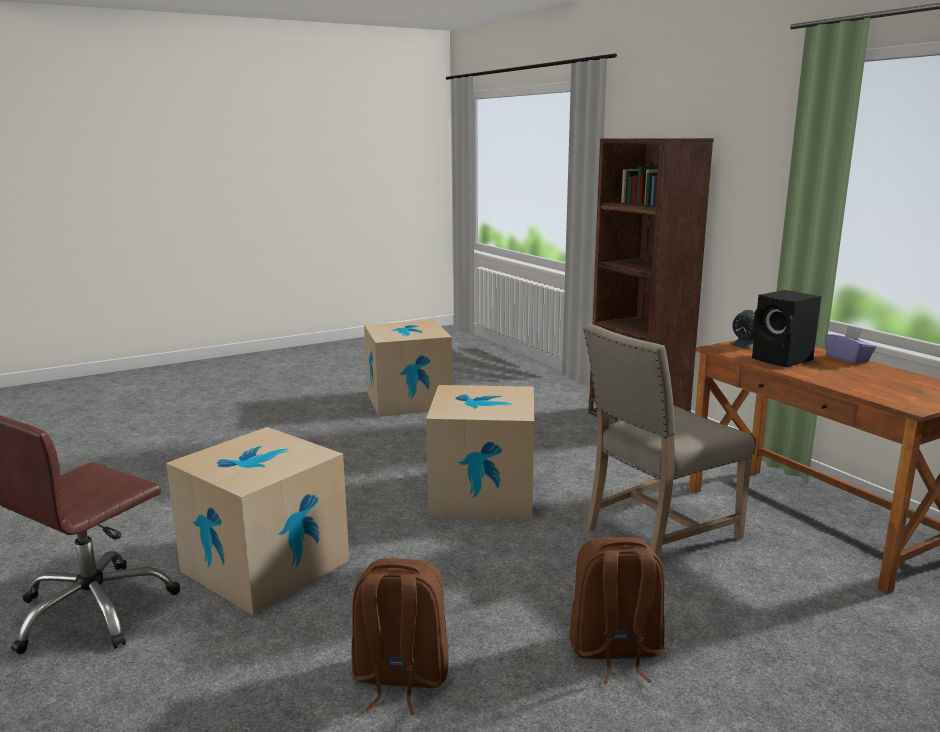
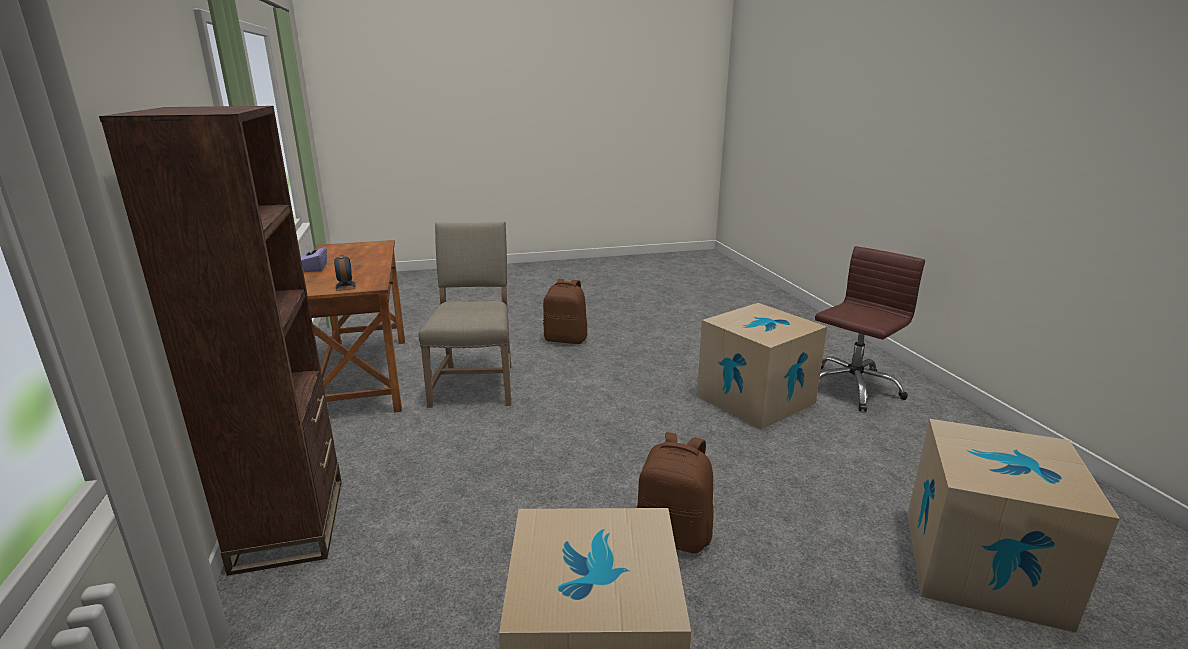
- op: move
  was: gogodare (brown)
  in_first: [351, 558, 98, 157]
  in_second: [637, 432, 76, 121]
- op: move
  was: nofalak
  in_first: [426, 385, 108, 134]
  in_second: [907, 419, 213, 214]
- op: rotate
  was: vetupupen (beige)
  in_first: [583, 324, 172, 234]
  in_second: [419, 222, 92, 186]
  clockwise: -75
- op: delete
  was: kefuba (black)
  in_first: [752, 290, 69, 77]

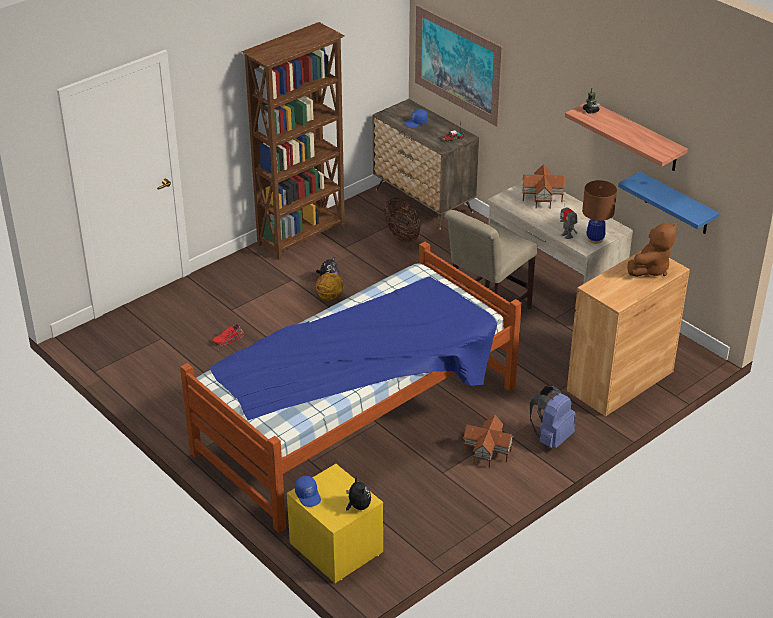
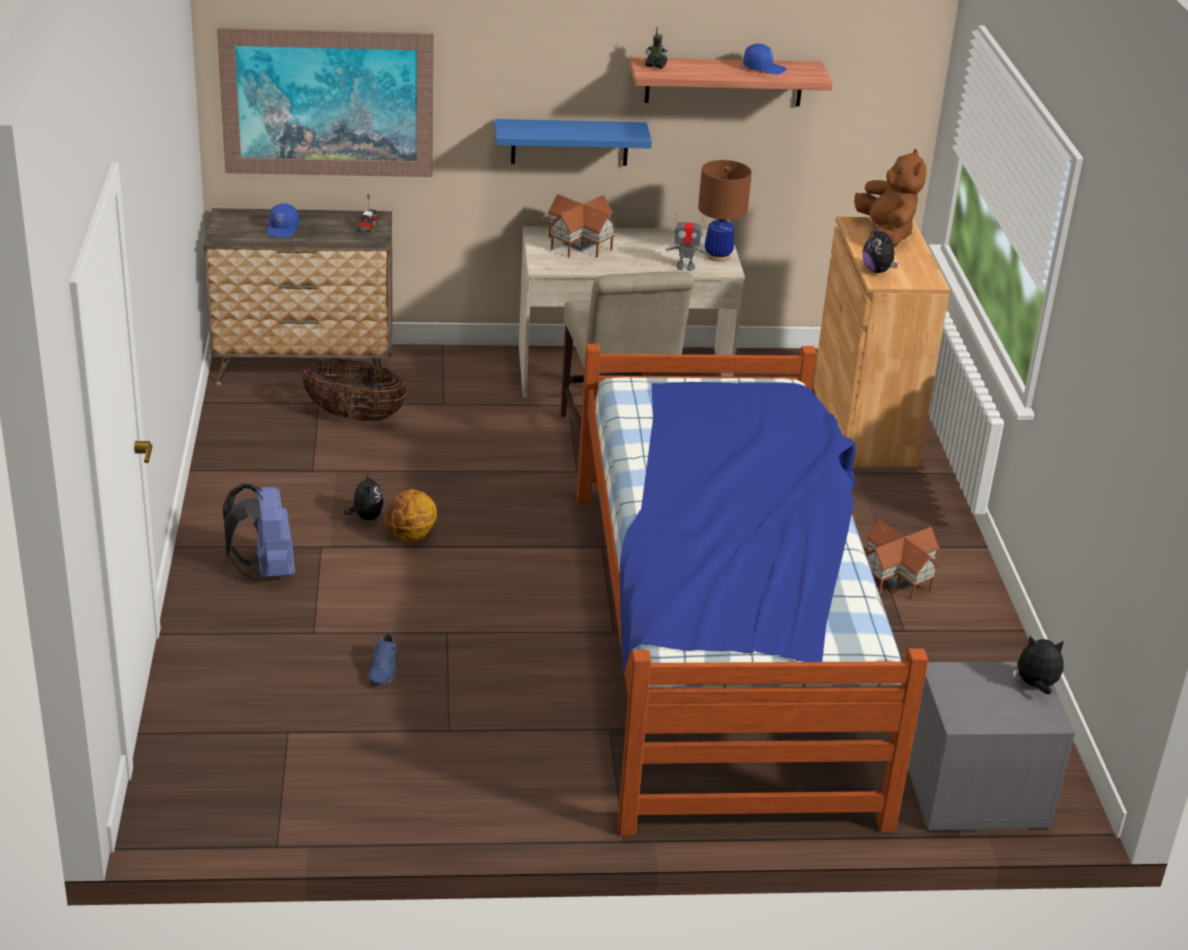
- op: recolor
  was: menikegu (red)
  now: menikegu (blue)
  in_first: [212, 324, 32, 22]
  in_second: [368, 634, 31, 51]
- op: delete
  was: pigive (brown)
  in_first: [242, 22, 103, 238]
- op: recolor
  was: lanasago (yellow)
  now: lanasago (grey)
  in_first: [287, 464, 96, 119]
  in_second: [908, 662, 167, 168]
- op: move
  was: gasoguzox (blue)
  in_first: [295, 476, 26, 31]
  in_second: [743, 44, 44, 31]
- op: move
  was: gogodare (blue)
  in_first: [530, 386, 45, 63]
  in_second: [223, 483, 72, 95]
- op: move
  was: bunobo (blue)
  in_first: [618, 172, 101, 62]
  in_second: [495, 119, 157, 47]
- op: insert
  now: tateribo
  in_second: [863, 225, 35, 48]

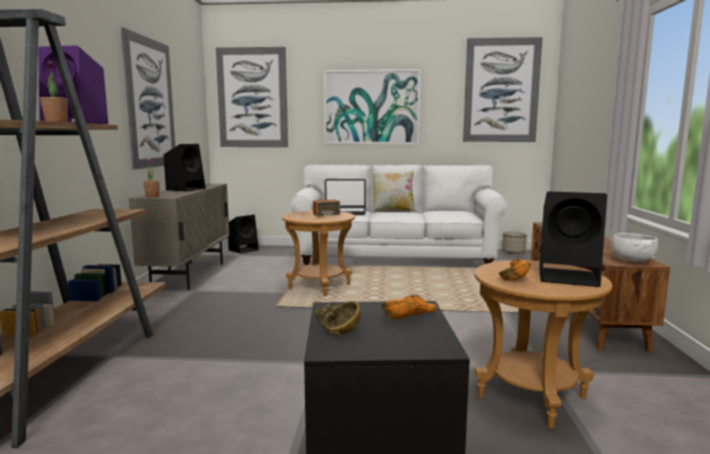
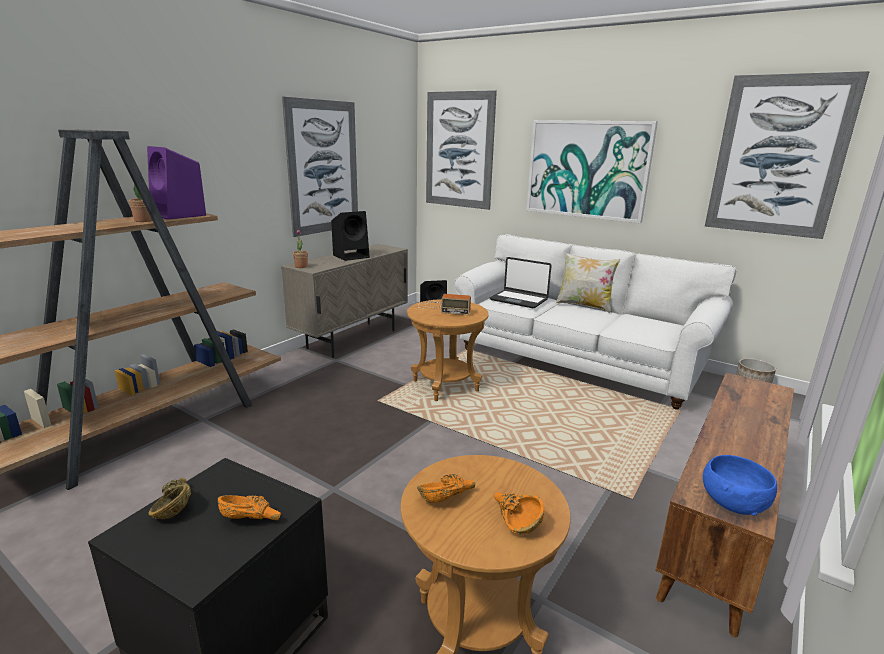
- op: replace
  was: kefuba (black)
  now: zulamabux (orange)
  in_first: [539, 191, 68, 96]
  in_second: [494, 492, 50, 43]
- op: recolor
  was: zulamabux (white)
  now: zulamabux (blue)
  in_first: [611, 233, 47, 29]
  in_second: [703, 455, 74, 61]

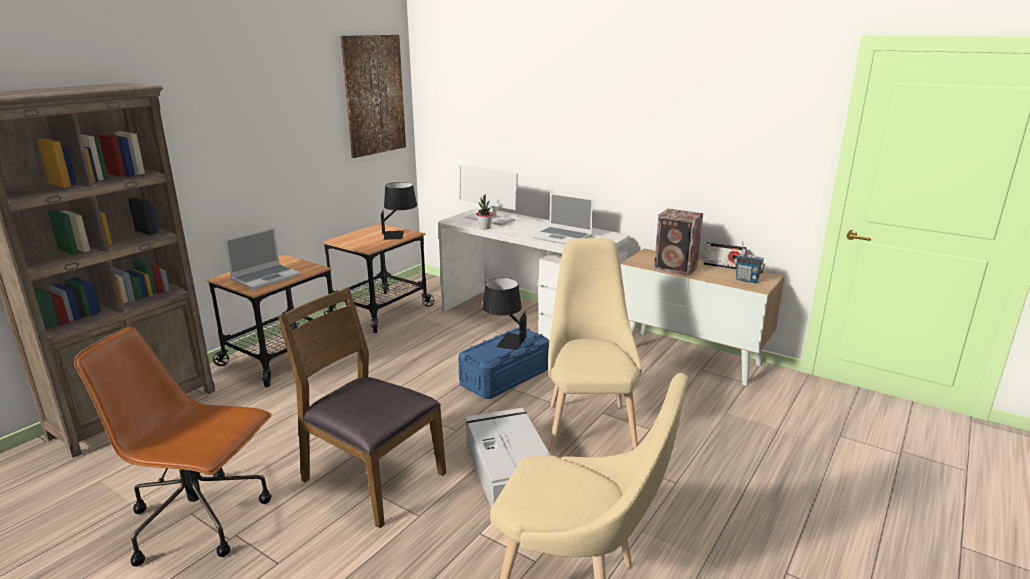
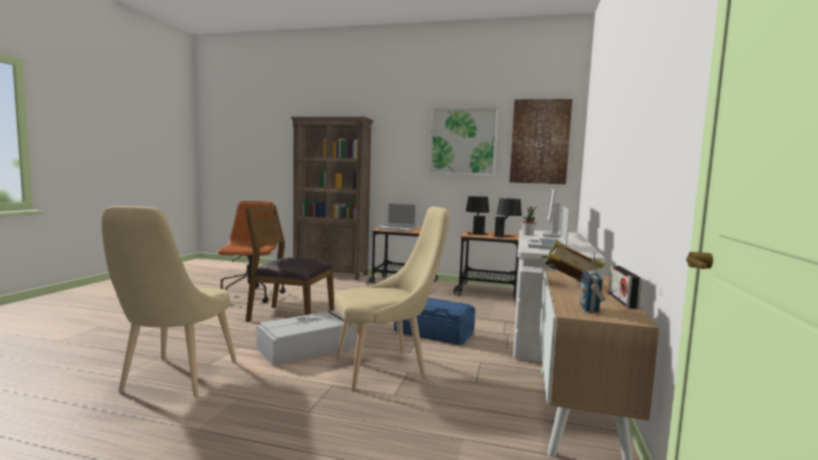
- op: rotate
  was: vetupupen (brown)
  in_first: [278, 287, 168, 241]
  in_second: [245, 205, 89, 117]
  clockwise: -90
- op: move
  was: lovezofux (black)
  in_first: [482, 278, 45, 72]
  in_second: [466, 196, 23, 39]
- op: replace
  was: kefuba
  now: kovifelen
  in_first: [654, 208, 49, 68]
  in_second: [541, 241, 64, 41]
- op: insert
  now: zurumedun
  in_second: [429, 107, 70, 70]

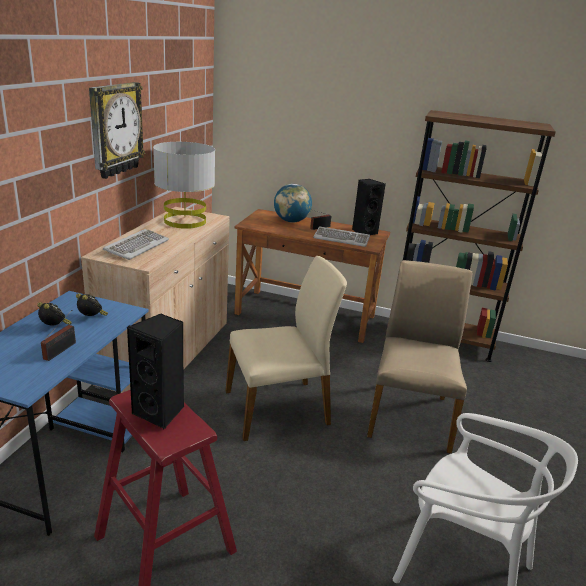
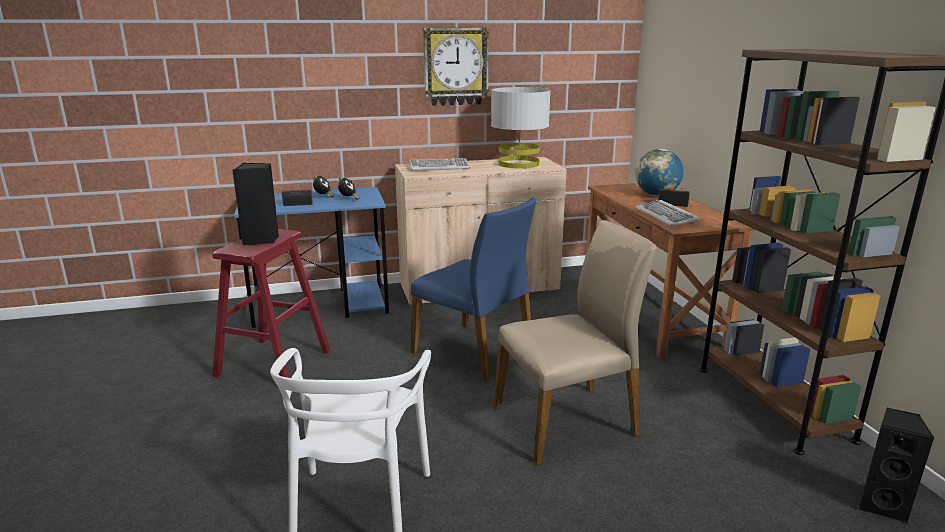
- op: recolor
  was: vetupupen (beige)
  now: vetupupen (blue)
  in_first: [225, 256, 122, 185]
  in_second: [411, 197, 125, 185]
- op: move
  was: kefuba (black)
  in_first: [352, 179, 34, 56]
  in_second: [858, 408, 77, 116]

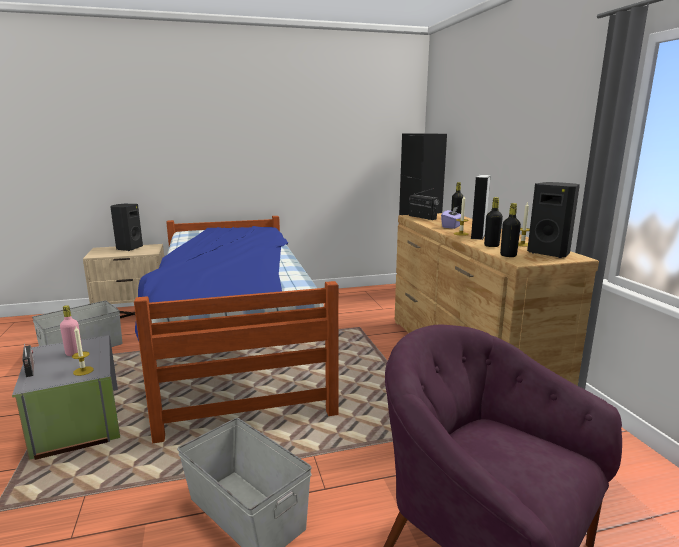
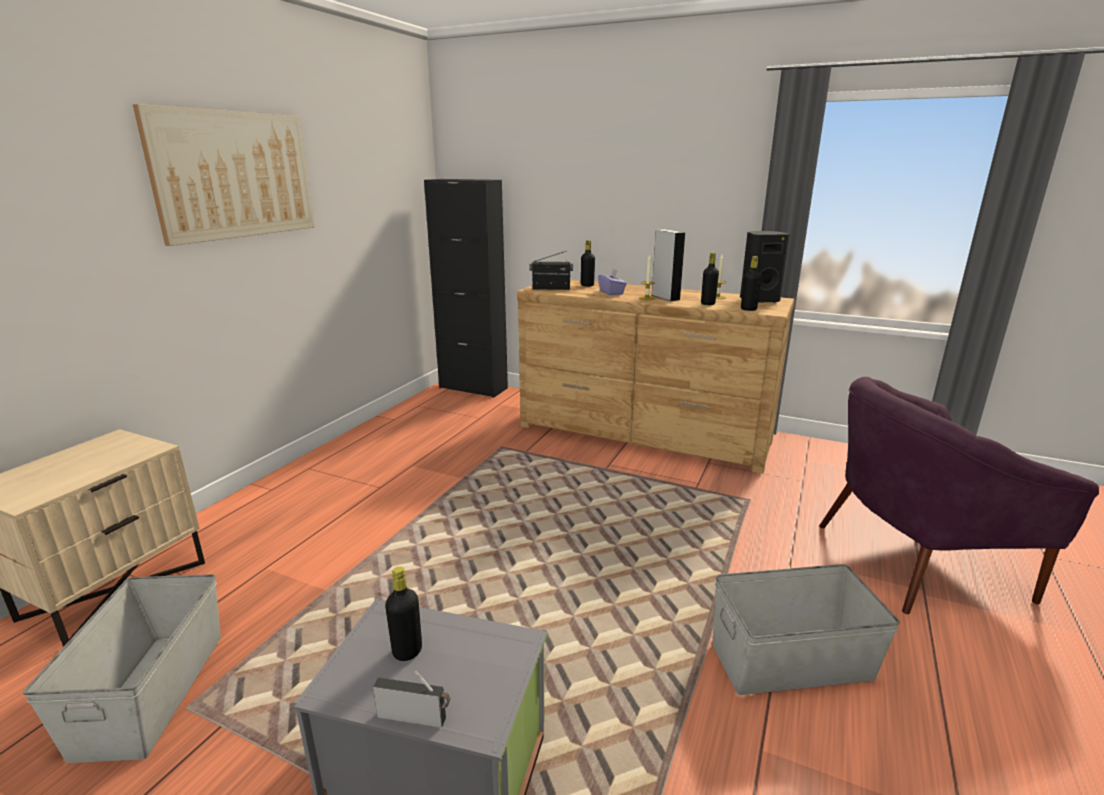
- op: recolor
  was: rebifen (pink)
  now: rebifen (black)
  in_first: [60, 305, 22, 51]
  in_second: [385, 567, 37, 94]
- op: delete
  was: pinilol
  in_first: [72, 327, 22, 49]
- op: delete
  was: kefuba (black)
  in_first: [110, 204, 33, 47]
- op: delete
  was: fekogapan
  in_first: [134, 216, 205, 227]
- op: insert
  now: zurumedun
  in_second: [133, 104, 182, 142]

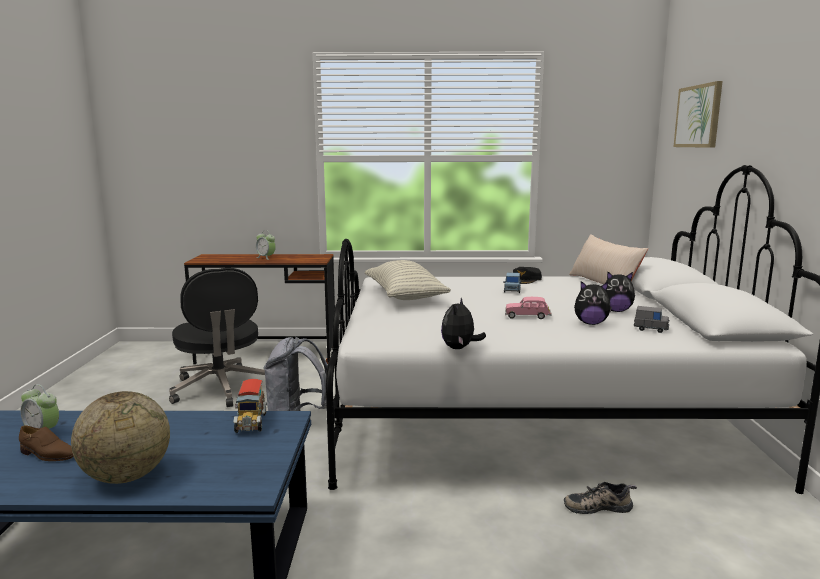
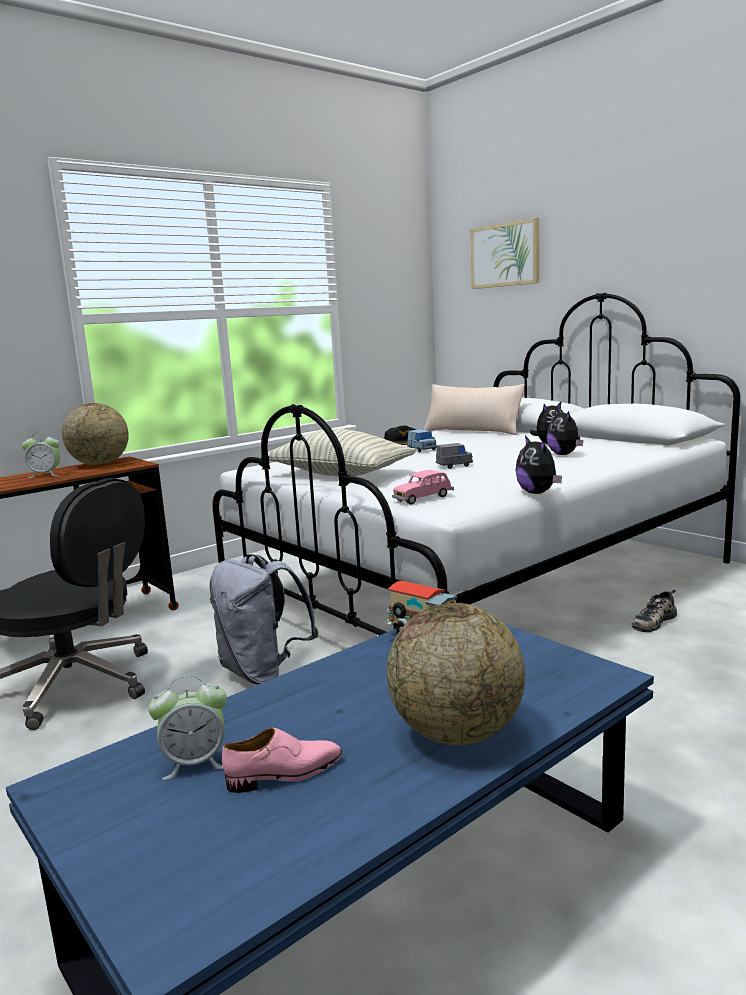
- op: recolor
  was: menikegu (brown)
  now: menikegu (pink)
  in_first: [19, 425, 55, 36]
  in_second: [222, 727, 120, 66]
- op: move
  was: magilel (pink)
  in_first: [505, 297, 47, 22]
  in_second: [392, 470, 62, 35]
- op: rotate
  was: tateribo
  in_first: [574, 281, 38, 44]
  in_second: [547, 409, 36, 46]
  clockwise: 105
- op: move
  was: magilel (grey)
  in_first: [634, 306, 36, 27]
  in_second: [436, 443, 37, 26]
- op: insert
  now: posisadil
  in_second: [62, 403, 67, 62]

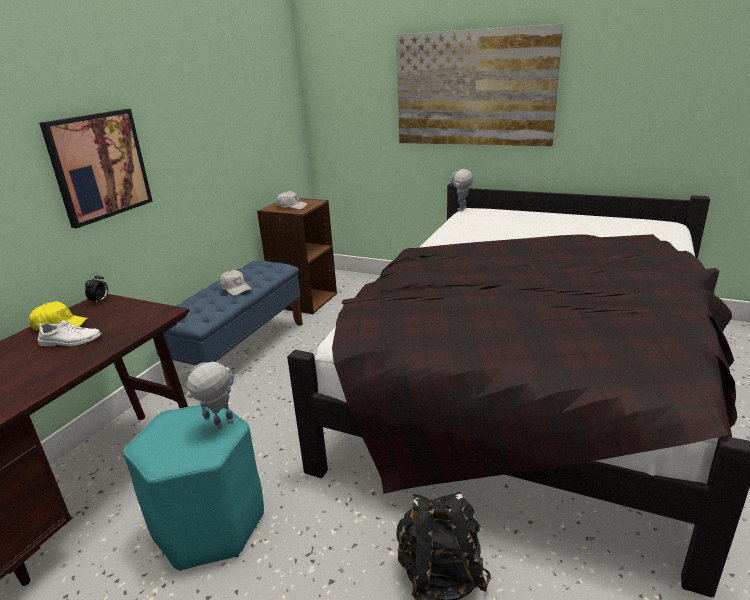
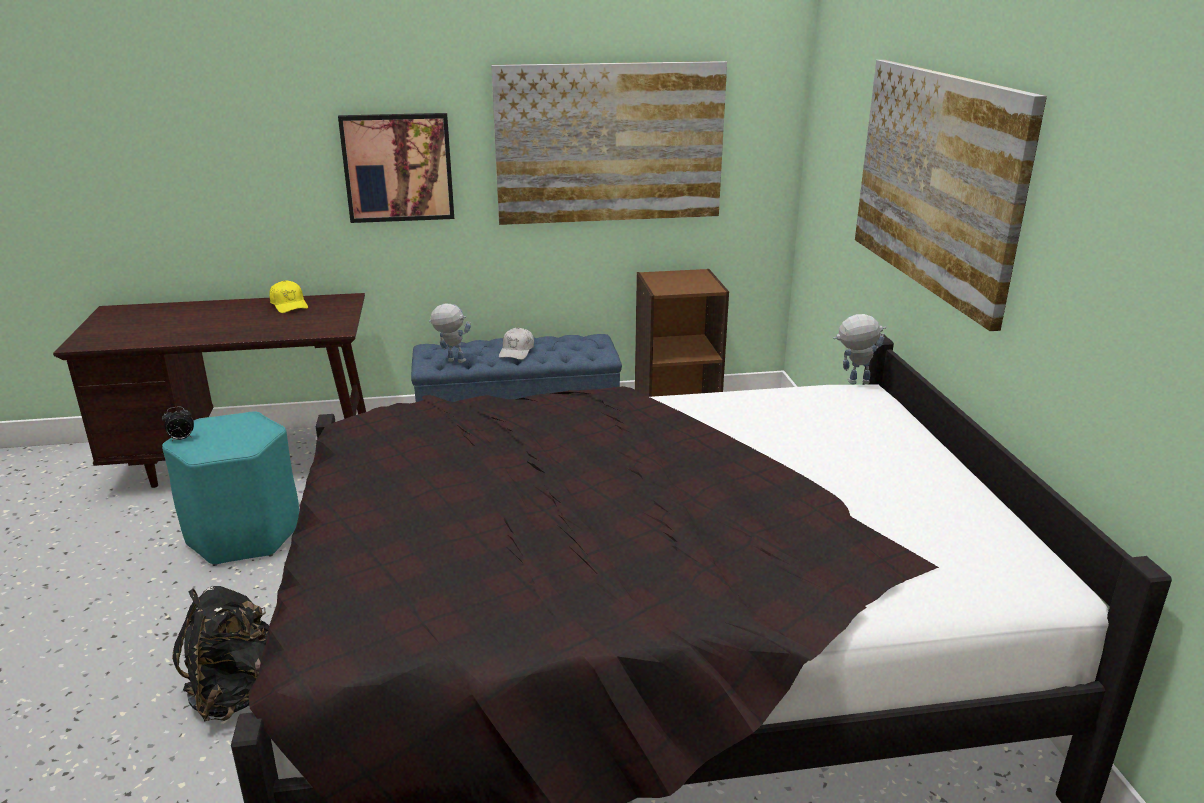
- op: delete
  was: menikegu (white)
  in_first: [38, 320, 64, 26]
- op: move
  was: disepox
  in_first: [85, 273, 23, 31]
  in_second: [162, 406, 32, 35]
- op: move
  was: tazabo
  in_first: [184, 362, 50, 67]
  in_second: [429, 303, 42, 60]
- op: delete
  was: gasoguzox (white)
  in_first: [276, 191, 32, 19]
- op: insert
  now: zurumedun
  in_second: [491, 61, 236, 164]

